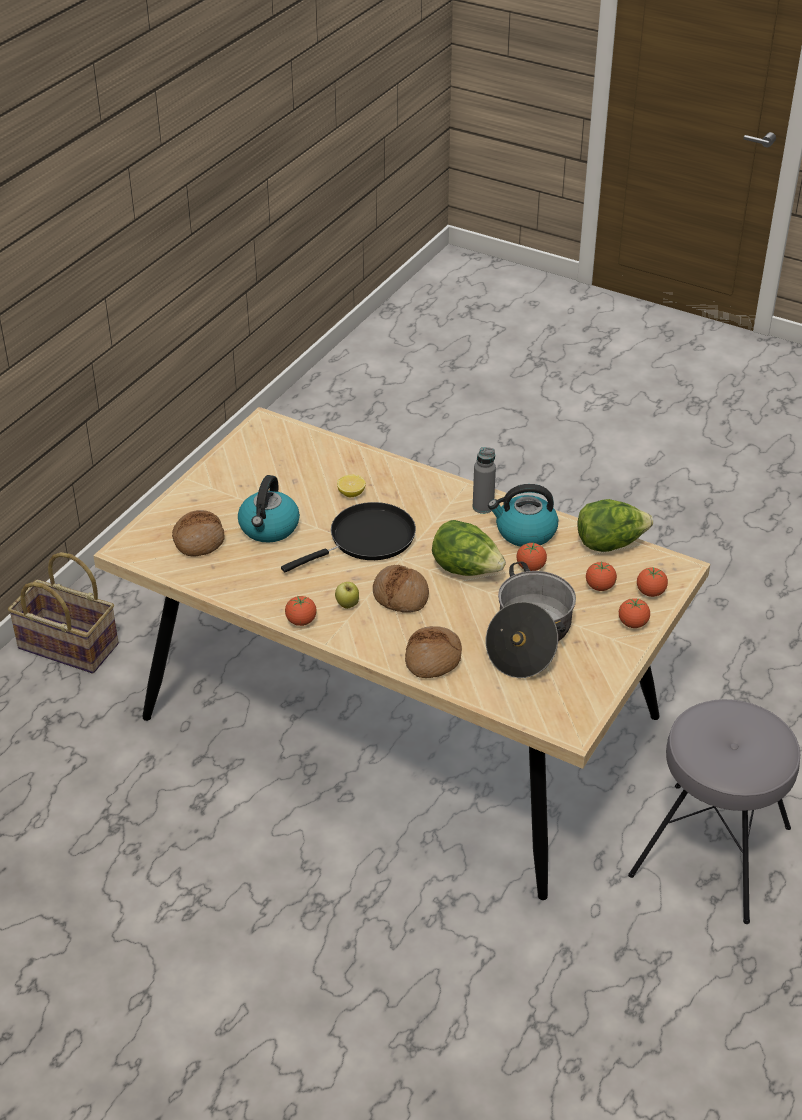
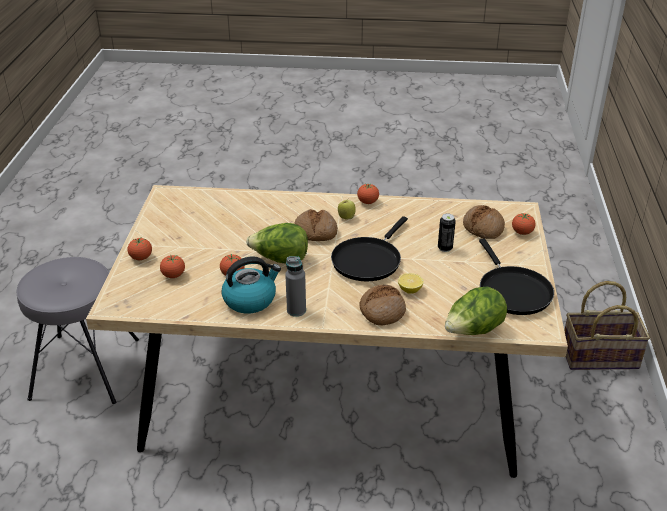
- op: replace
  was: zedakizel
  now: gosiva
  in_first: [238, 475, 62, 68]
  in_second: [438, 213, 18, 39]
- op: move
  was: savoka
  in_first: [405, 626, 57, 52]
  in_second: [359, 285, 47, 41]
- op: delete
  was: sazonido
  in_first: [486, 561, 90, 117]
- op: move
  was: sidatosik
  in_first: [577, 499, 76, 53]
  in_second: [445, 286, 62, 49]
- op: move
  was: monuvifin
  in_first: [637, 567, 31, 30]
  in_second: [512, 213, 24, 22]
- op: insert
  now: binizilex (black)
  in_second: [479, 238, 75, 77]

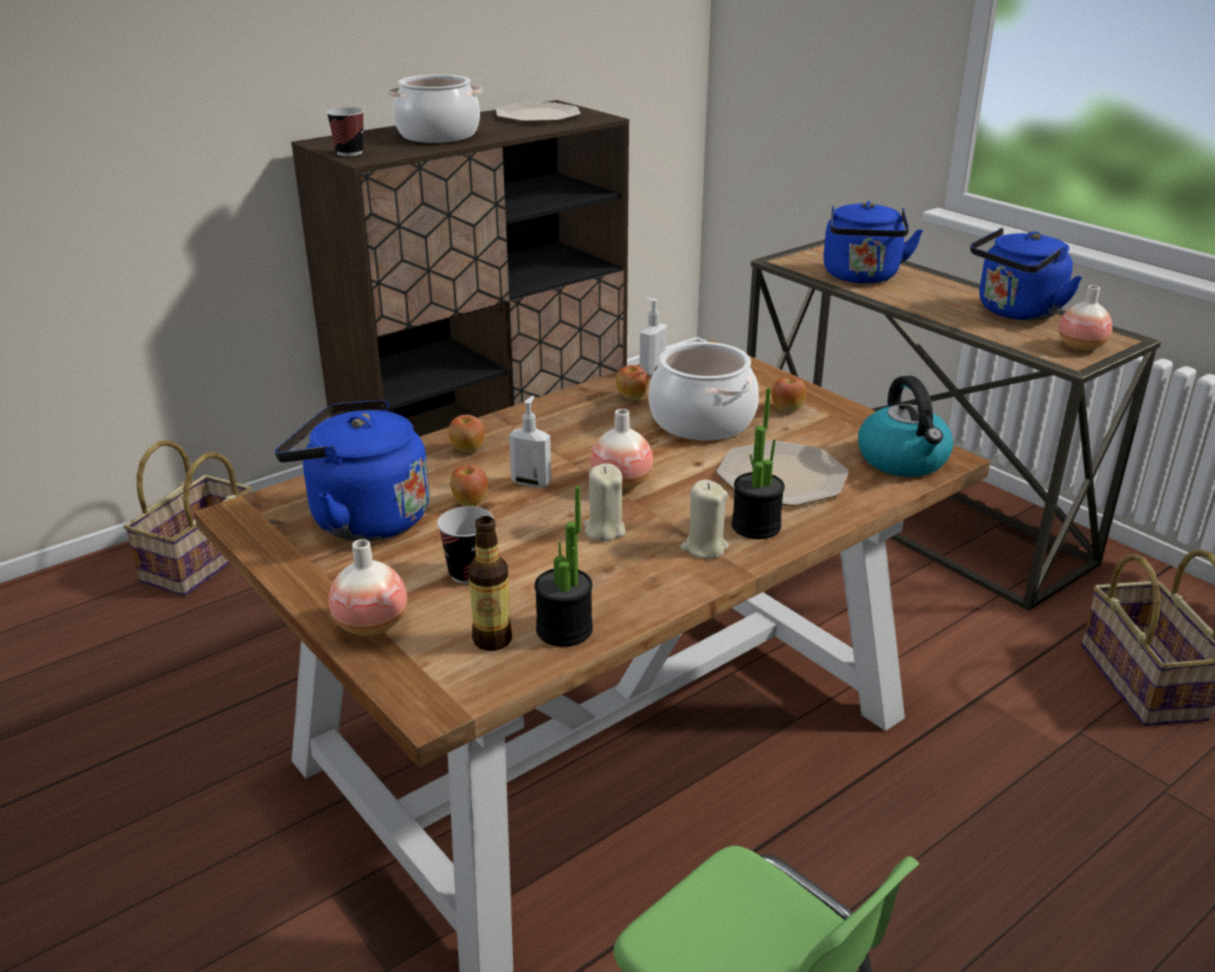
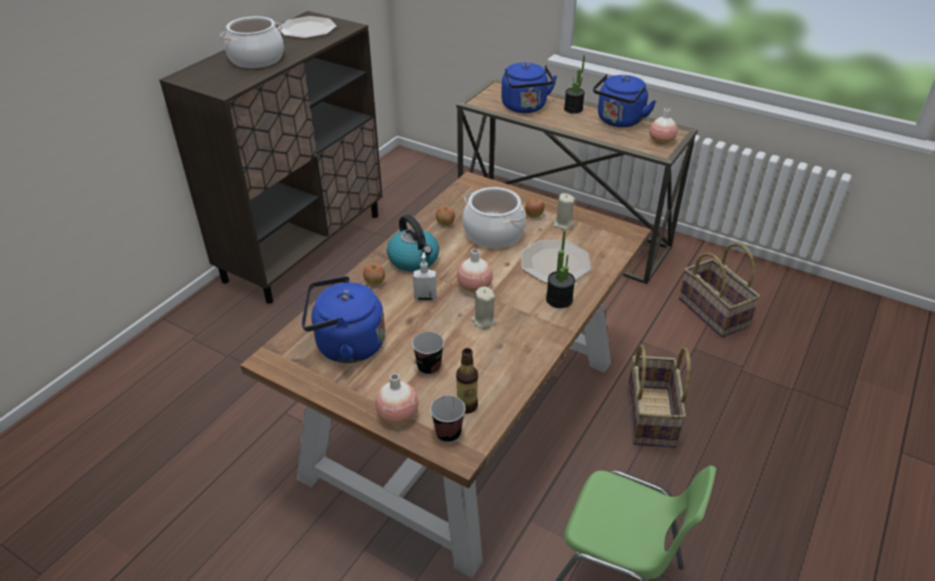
- op: move
  was: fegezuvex
  in_first: [124, 440, 128, 156]
  in_second: [628, 344, 63, 103]
- op: move
  was: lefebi
  in_first: [326, 107, 38, 49]
  in_second: [430, 395, 35, 48]
- op: delete
  was: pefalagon
  in_first: [450, 465, 38, 42]
- op: move
  was: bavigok
  in_first: [534, 486, 59, 161]
  in_second: [564, 55, 21, 59]
- op: delete
  was: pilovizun
  in_first: [640, 297, 27, 78]
- op: move
  was: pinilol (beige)
  in_first: [681, 480, 48, 79]
  in_second: [553, 193, 22, 37]
- op: move
  was: zedakizel
  in_first: [858, 375, 95, 102]
  in_second: [387, 215, 52, 57]

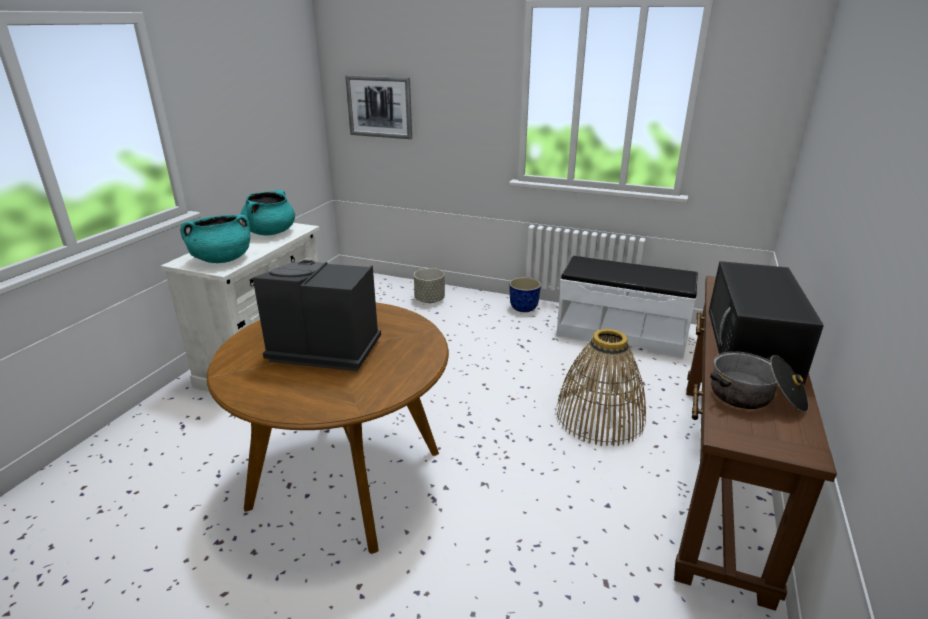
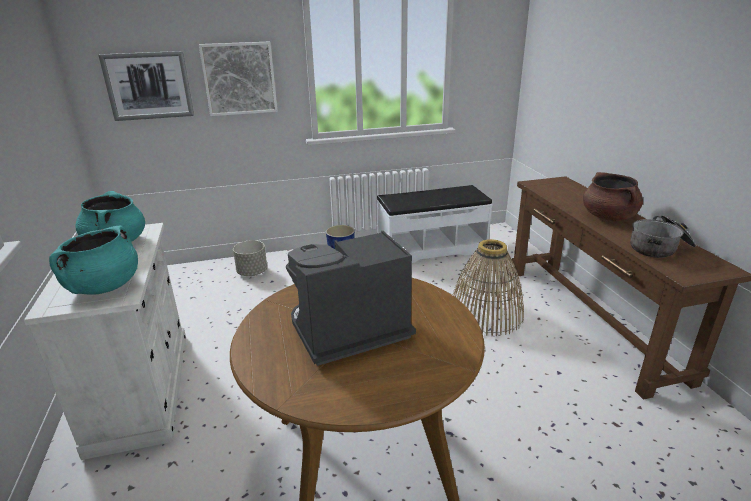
- op: replace
  was: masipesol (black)
  now: sazonido (brown)
  in_first: [709, 261, 115, 123]
  in_second: [583, 172, 60, 49]
- op: insert
  now: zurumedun
  in_second: [199, 41, 79, 75]

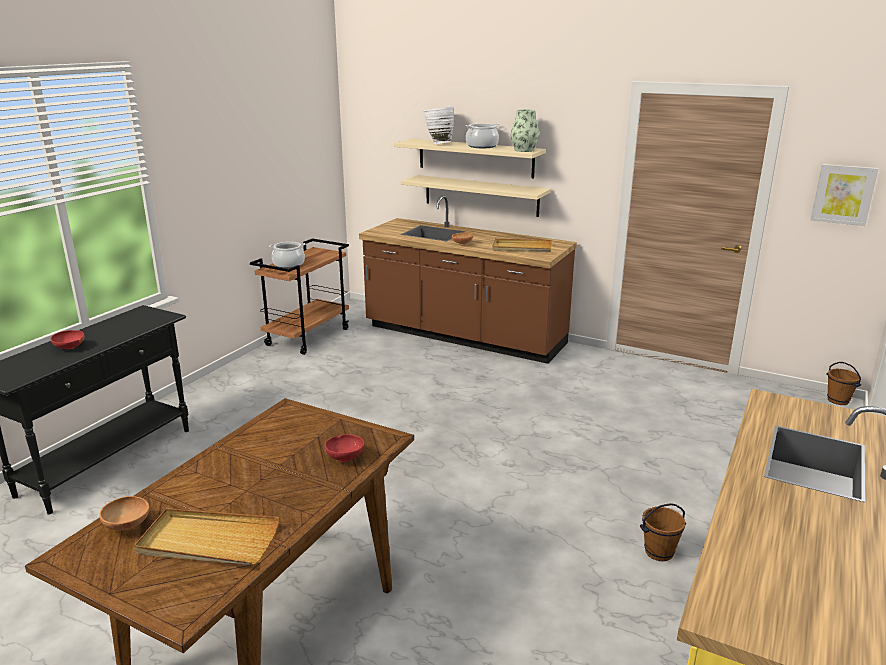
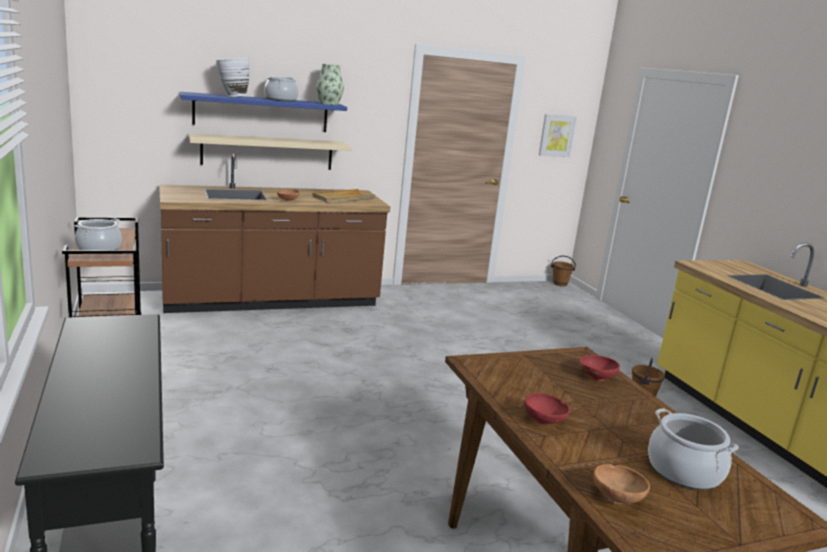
- op: move
  was: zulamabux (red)
  in_first: [50, 330, 35, 19]
  in_second: [524, 393, 46, 31]
- op: replace
  was: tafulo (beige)
  now: sazonido
  in_first: [134, 509, 145, 56]
  in_second: [648, 408, 91, 82]
- op: recolor
  was: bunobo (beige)
  now: bunobo (blue)
  in_first: [394, 139, 152, 40]
  in_second: [180, 92, 167, 40]

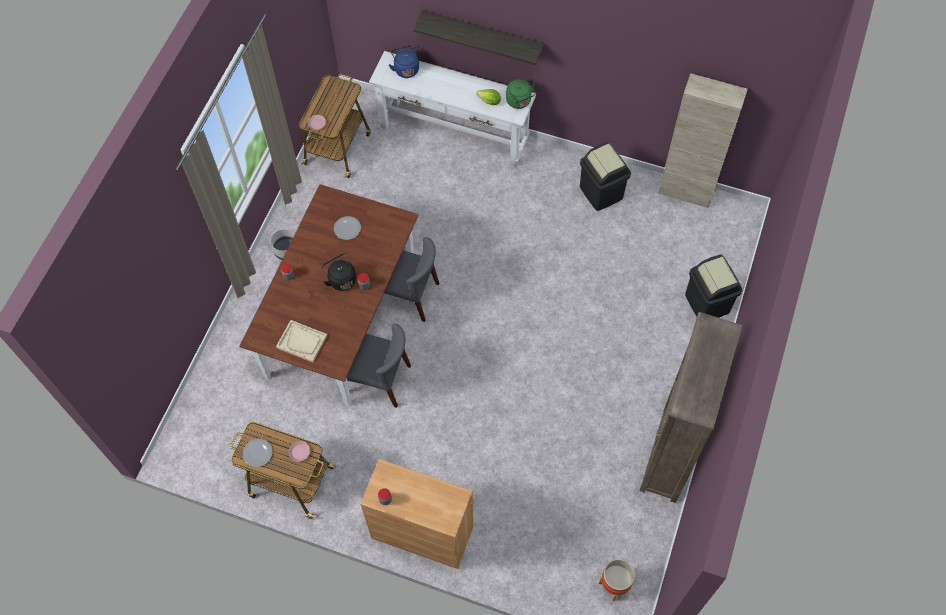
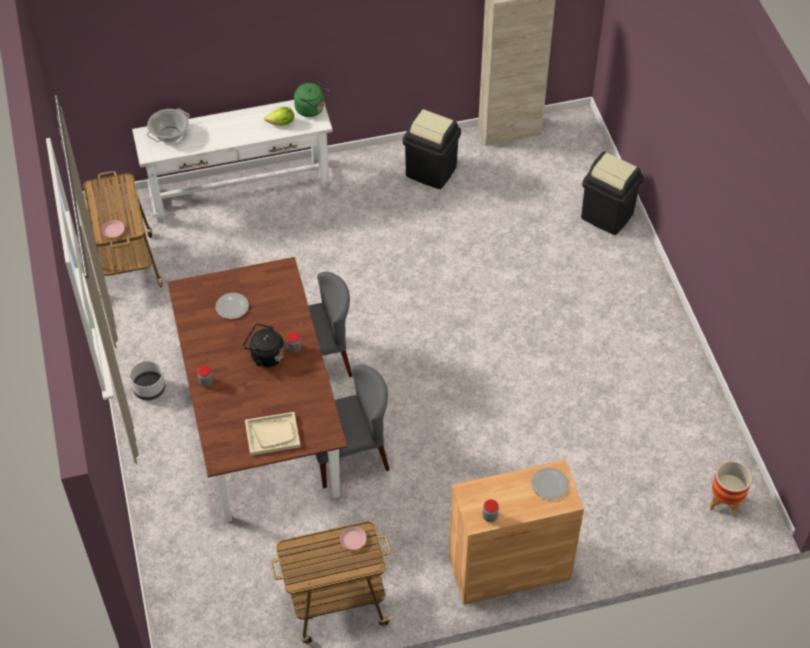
- op: move
  was: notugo
  in_first: [243, 439, 30, 28]
  in_second: [531, 468, 38, 32]
- op: replace
  was: zedakizel (blue)
  now: sazonido
  in_first: [389, 45, 30, 33]
  in_second: [147, 109, 43, 34]
- op: delete
  was: bunobo
  in_first: [413, 10, 131, 55]
- op: delete
  was: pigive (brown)
  in_first: [640, 312, 102, 191]

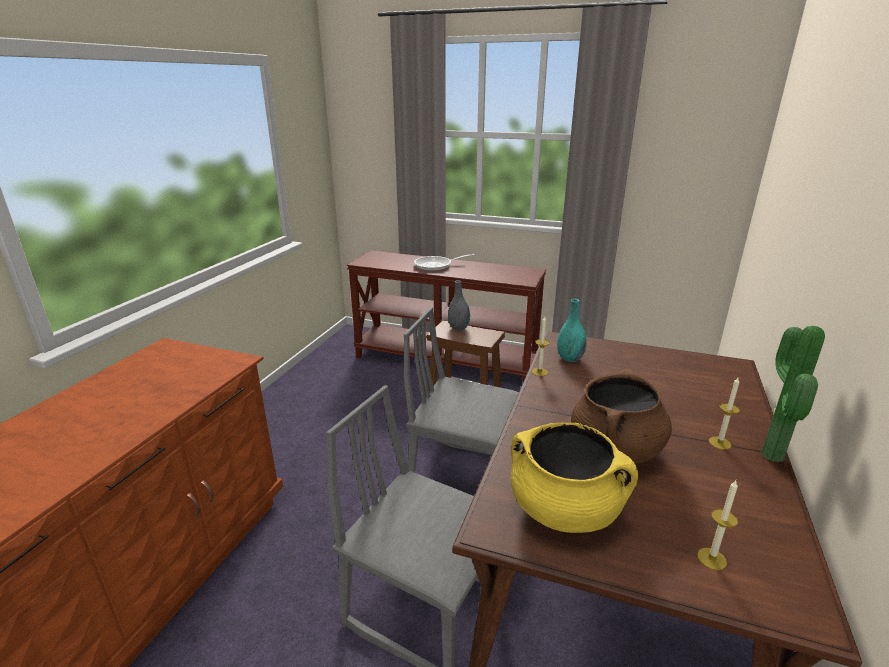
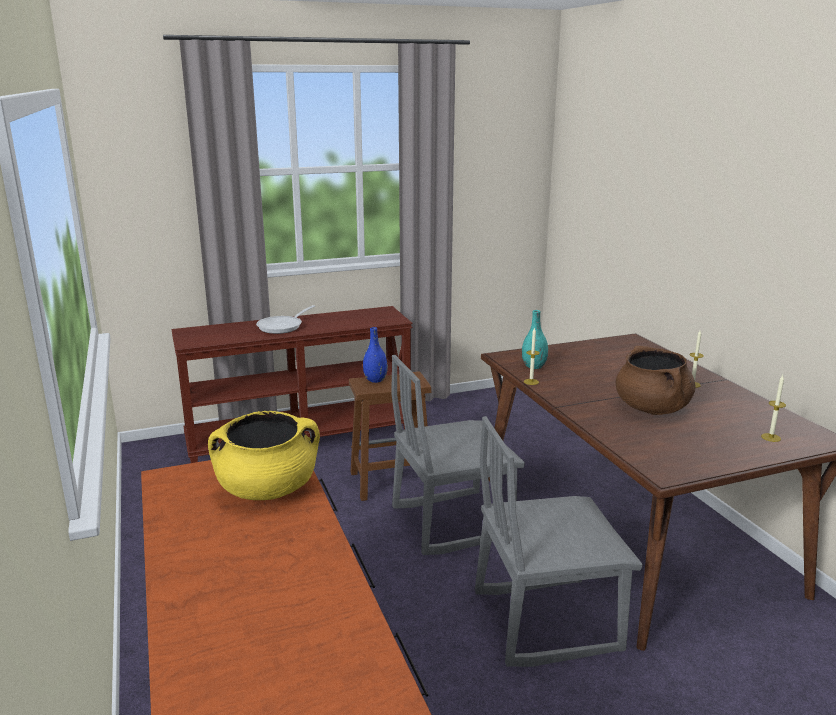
- op: recolor
  was: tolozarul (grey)
  now: tolozarul (blue)
  in_first: [448, 280, 22, 50]
  in_second: [363, 327, 25, 56]
- op: move
  was: sazonido (yellow)
  in_first: [511, 423, 127, 110]
  in_second: [208, 411, 112, 89]
- op: delete
  was: bavigok
  in_first: [761, 326, 64, 136]

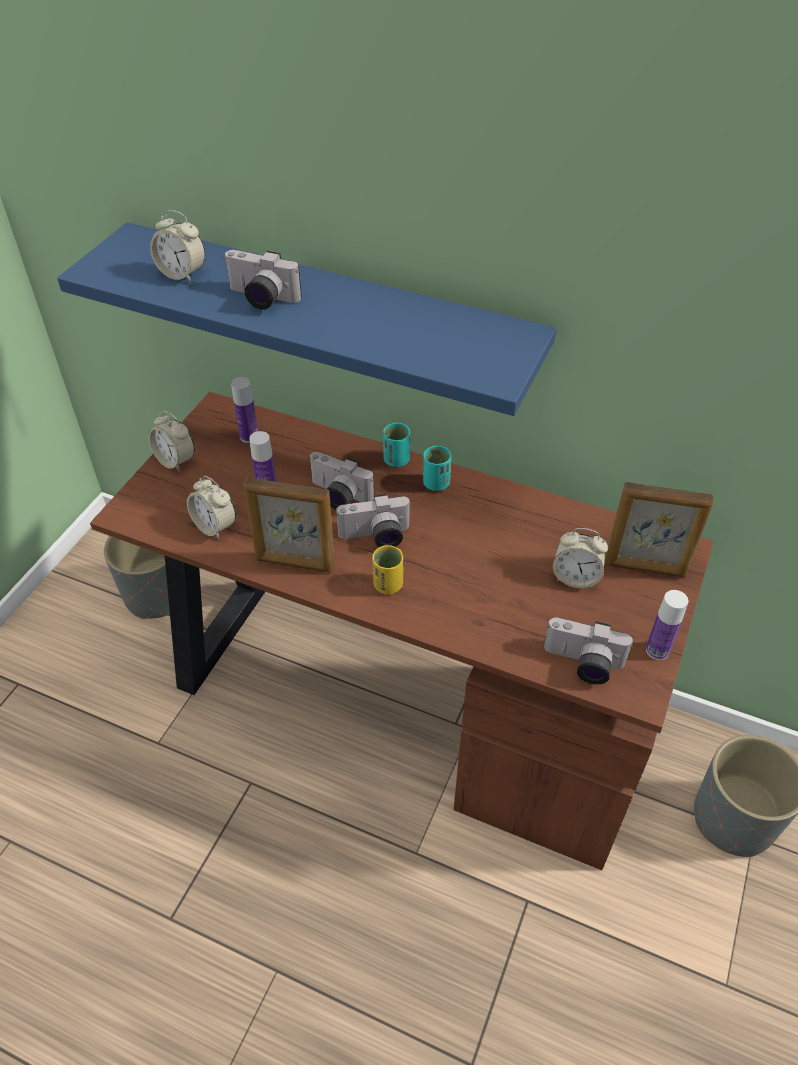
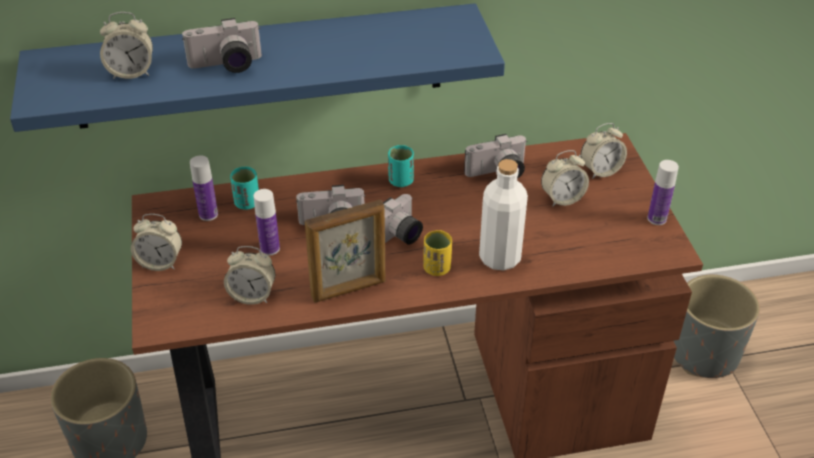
- op: move
  was: lefebi (turquoise)
  in_first: [383, 423, 27, 44]
  in_second: [230, 167, 29, 43]
- op: move
  was: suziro
  in_first: [544, 617, 89, 67]
  in_second: [464, 134, 64, 44]
- op: replace
  was: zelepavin
  now: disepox
  in_first: [605, 482, 109, 95]
  in_second: [581, 123, 46, 56]
- op: insert
  now: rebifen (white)
  in_second: [479, 159, 49, 111]

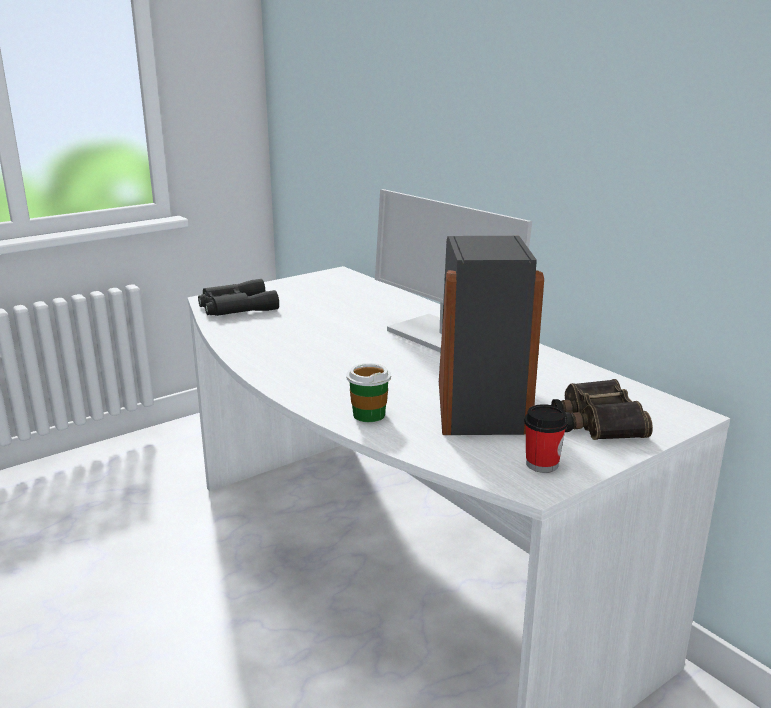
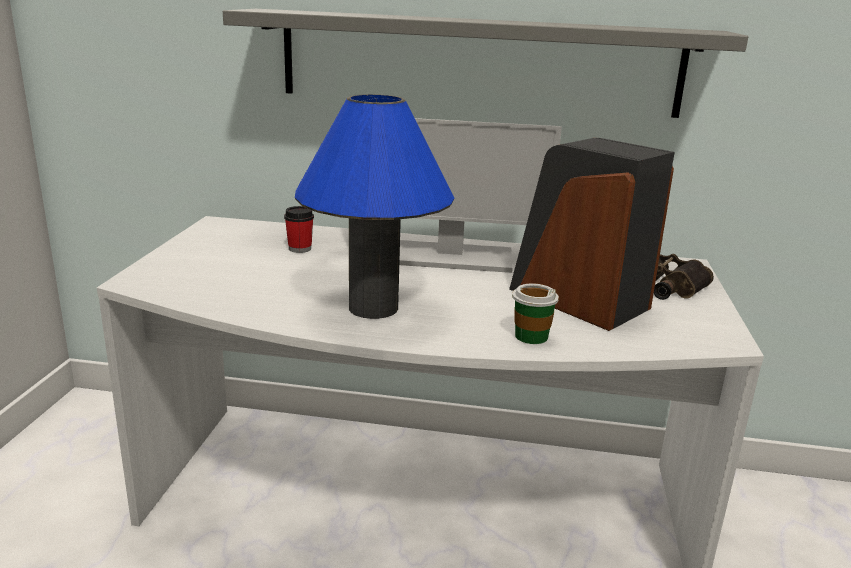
- op: delete
  was: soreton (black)
  in_first: [198, 279, 81, 37]
- op: move
  was: lefebi
  in_first: [524, 404, 44, 69]
  in_second: [284, 206, 30, 47]
- op: insert
  now: bunobo (grey)
  in_second: [223, 9, 525, 109]
- op: insert
  now: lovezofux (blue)
  in_second: [295, 94, 159, 225]

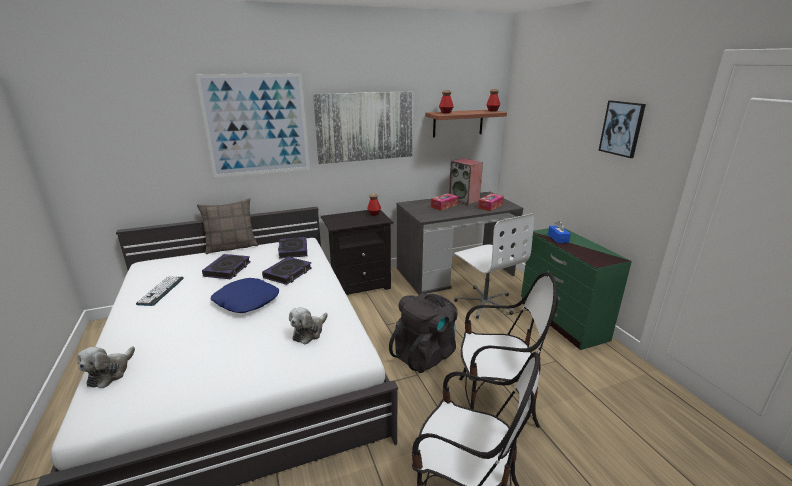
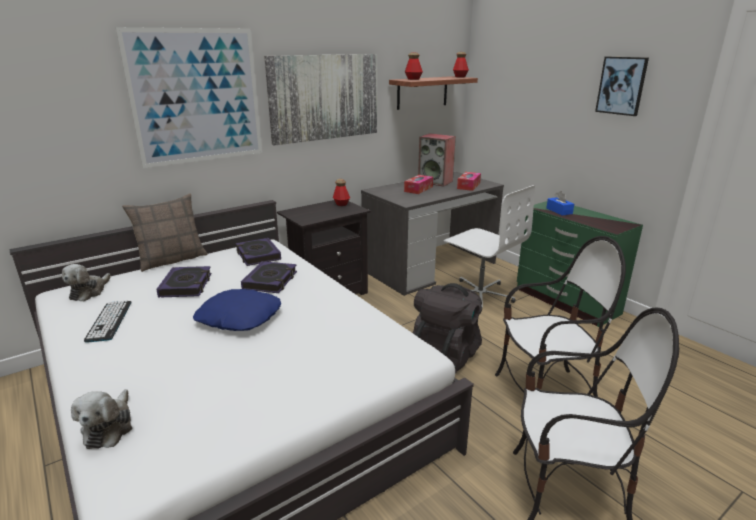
- op: move
  was: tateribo
  in_first: [289, 307, 39, 38]
  in_second: [62, 264, 49, 37]

